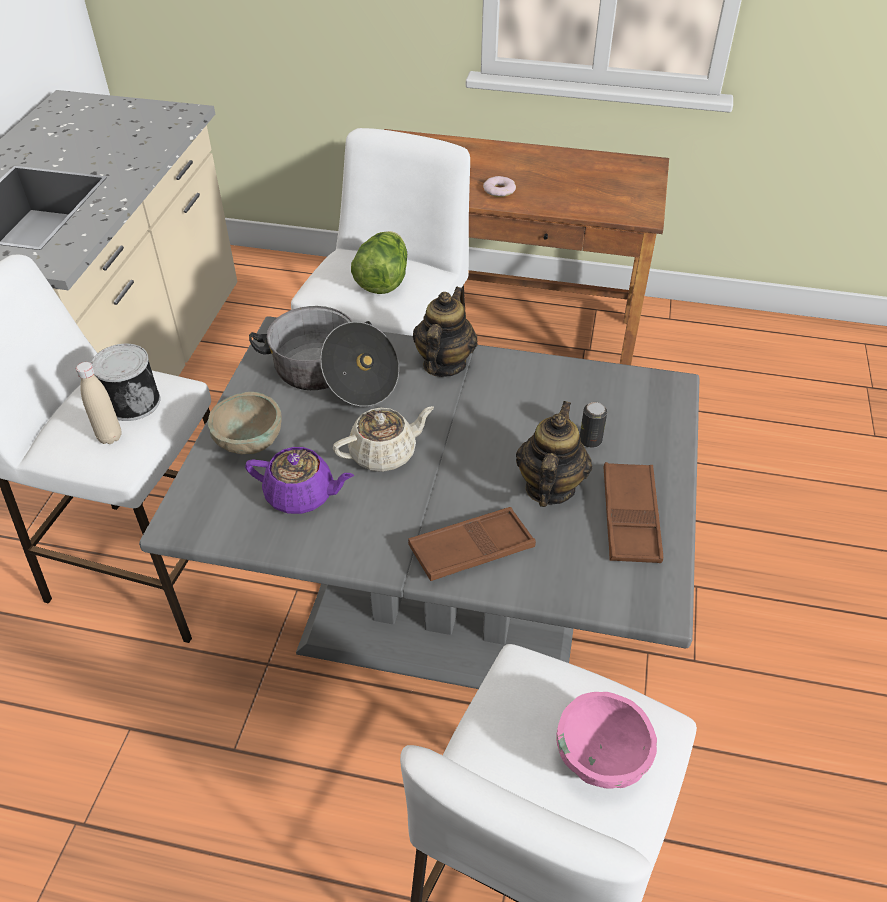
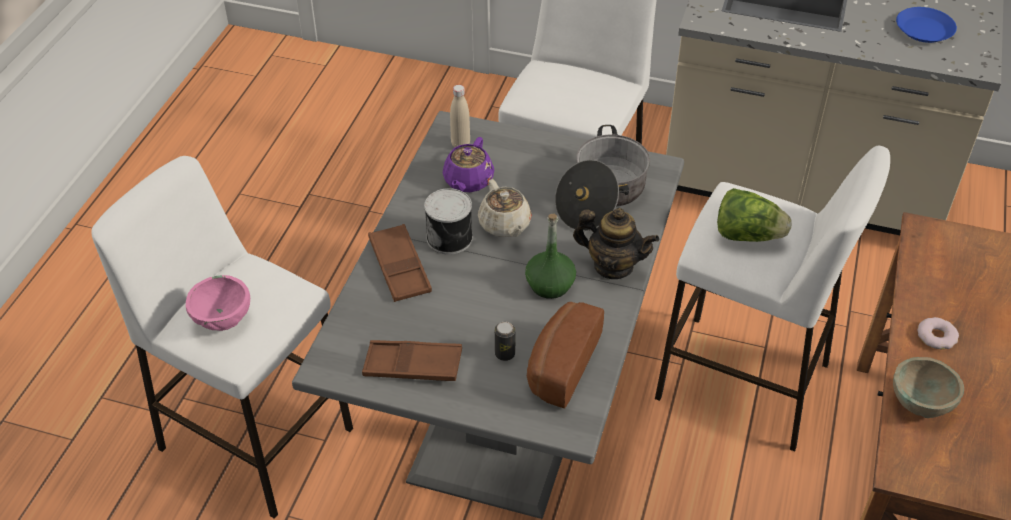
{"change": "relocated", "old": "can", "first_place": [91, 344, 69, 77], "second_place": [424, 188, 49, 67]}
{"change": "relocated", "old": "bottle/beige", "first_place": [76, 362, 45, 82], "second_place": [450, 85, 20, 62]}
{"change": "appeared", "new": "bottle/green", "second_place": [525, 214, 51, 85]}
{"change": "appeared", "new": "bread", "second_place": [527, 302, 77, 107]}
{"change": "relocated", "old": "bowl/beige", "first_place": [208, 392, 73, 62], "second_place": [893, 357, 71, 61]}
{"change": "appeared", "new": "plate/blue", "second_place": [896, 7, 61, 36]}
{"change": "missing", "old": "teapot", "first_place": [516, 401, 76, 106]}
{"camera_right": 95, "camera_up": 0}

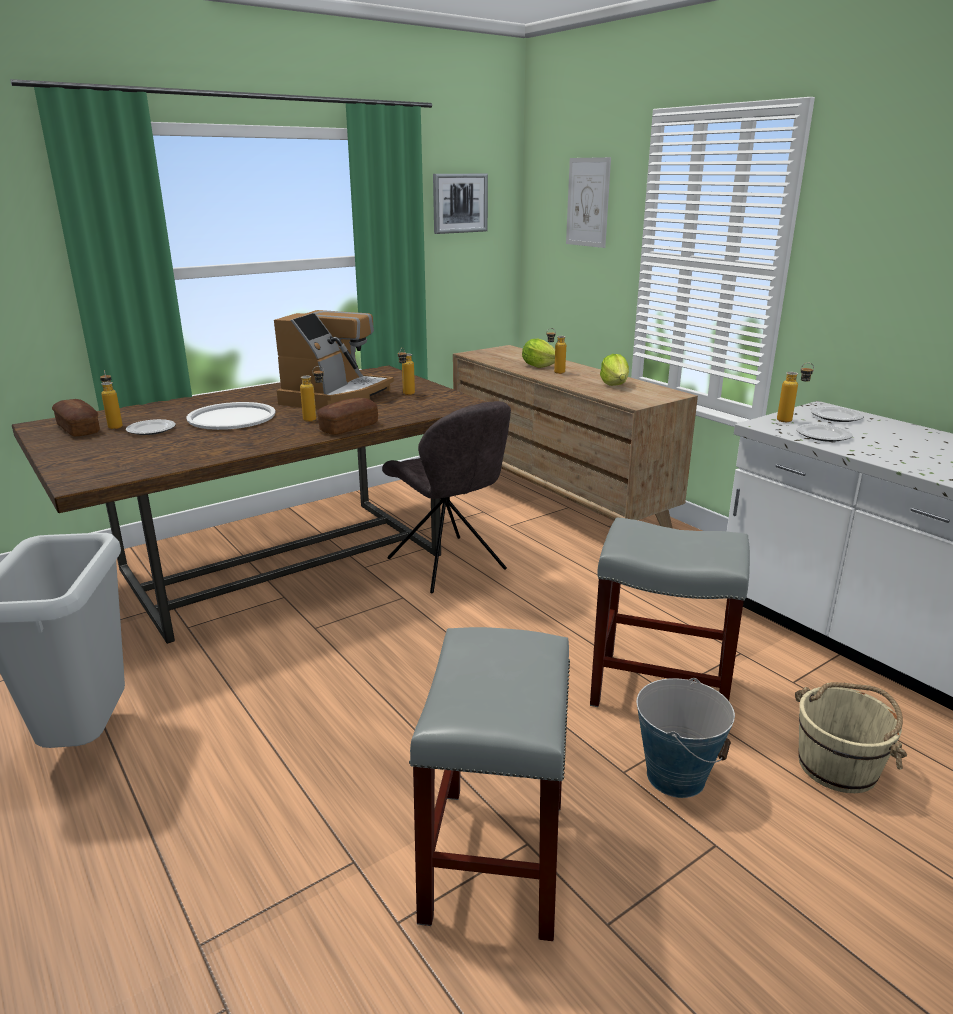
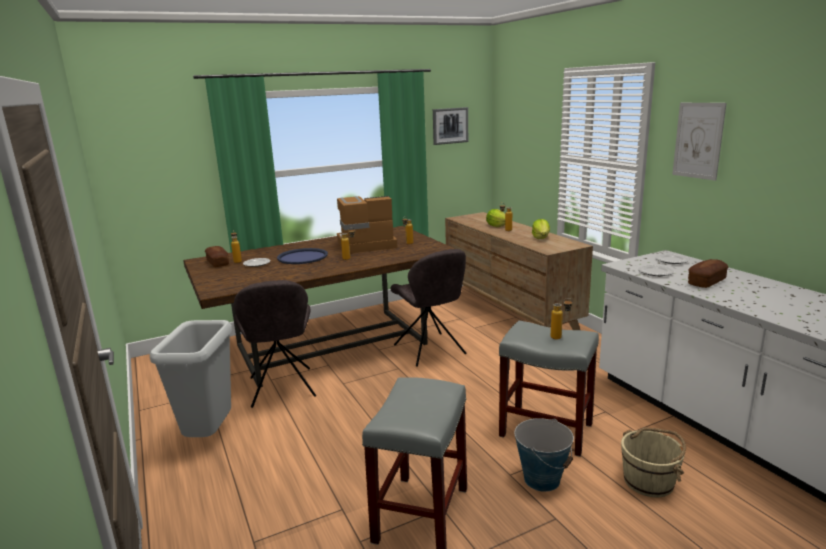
{"change": "appeared", "new": "chair/grey", "second_place": [233, 280, 83, 128]}
{"change": "colour", "old": "tray/white", "new": "tray/blue", "first_place": [186, 402, 89, 28], "second_place": [277, 248, 51, 16]}
{"change": "spun", "old": "coffee machine", "first_place": [274, 310, 120, 99], "second_place": [337, 196, 60, 57], "degrees": -135}
{"change": "relocated", "old": "bottle", "first_place": [777, 363, 37, 59], "second_place": [551, 298, 22, 41]}
{"change": "relocated", "old": "picture", "first_place": [566, 157, 45, 91], "second_place": [672, 103, 55, 78]}
{"change": "relocated", "old": "bread", "first_place": [317, 398, 61, 37], "second_place": [688, 259, 40, 29]}
{"camera_right": 10, "camera_up": -5}

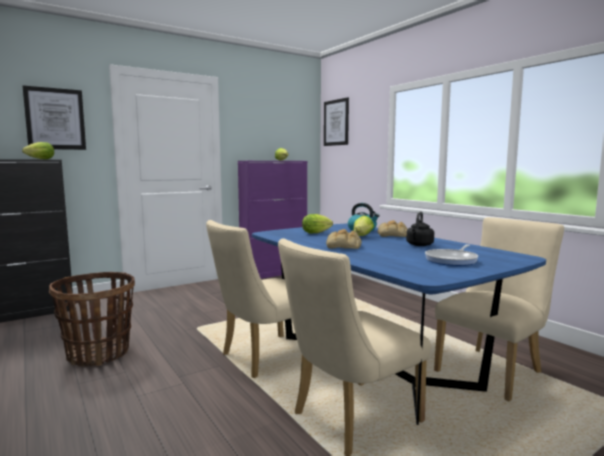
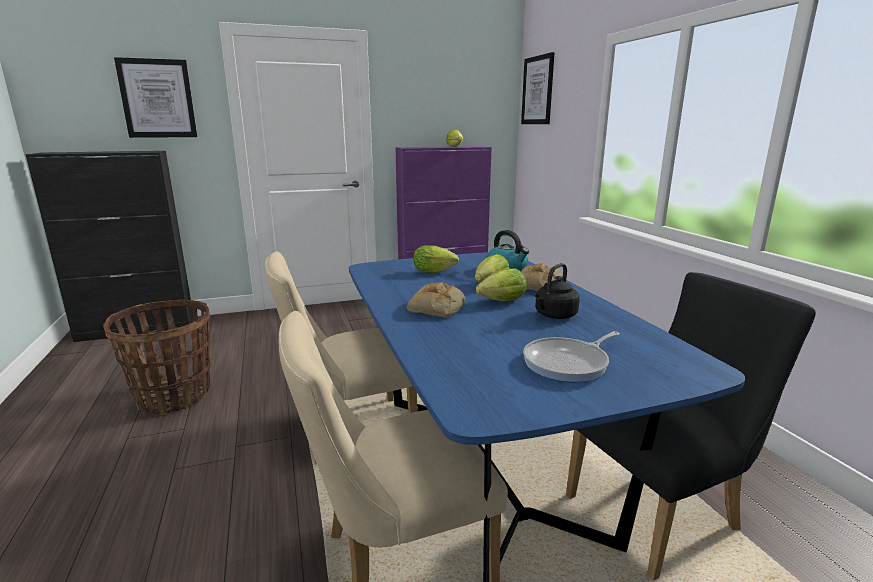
{"change": "relocated", "old": "lettuce", "first_place": [22, 142, 32, 17], "second_place": [476, 268, 51, 33]}
{"change": "colour", "old": "chair/beige", "new": "chair/black", "first_place": [434, 217, 130, 185], "second_place": [566, 272, 250, 309]}
{"camera_right": 15, "camera_up": 10}

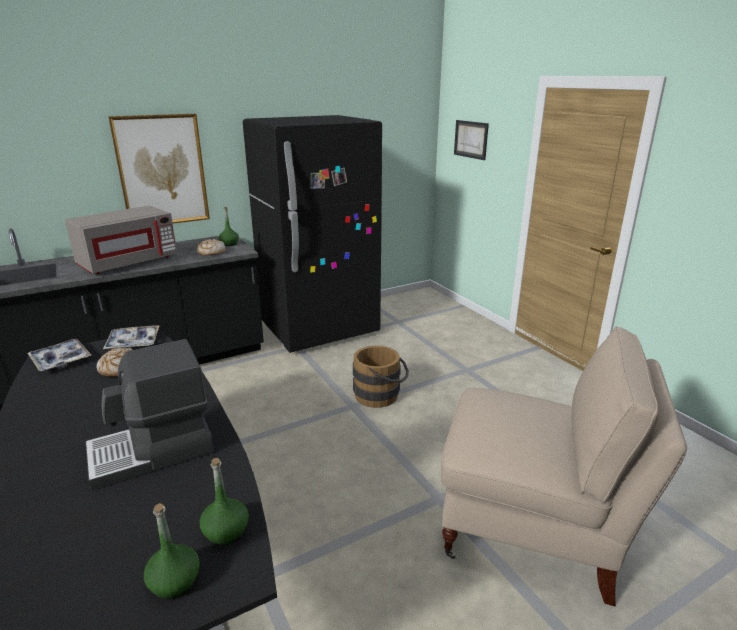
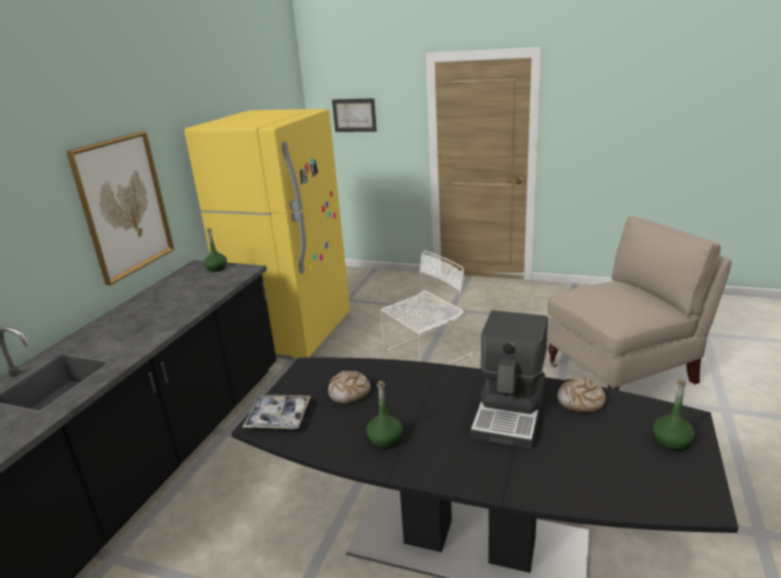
{"change": "colour", "old": "fridge/black", "new": "fridge/yellow", "first_place": [243, 115, 139, 238], "second_place": [184, 109, 166, 251]}
{"change": "relocated", "old": "bottle/green", "first_place": [200, 458, 49, 88], "second_place": [367, 381, 36, 68]}
{"change": "exchanged", "old": "bucket/brown", "new": "chair/white", "first_place": [353, 346, 56, 62], "second_place": [380, 250, 94, 115]}
{"change": "relocated", "old": "bread", "first_place": [197, 239, 29, 17], "second_place": [557, 377, 49, 35]}
{"change": "missing", "old": "microwave/grey", "first_place": [65, 206, 112, 68]}
{"change": "missing", "old": "tray", "first_place": [103, 325, 57, 24]}
{"camera_right": -40, "camera_up": 0}

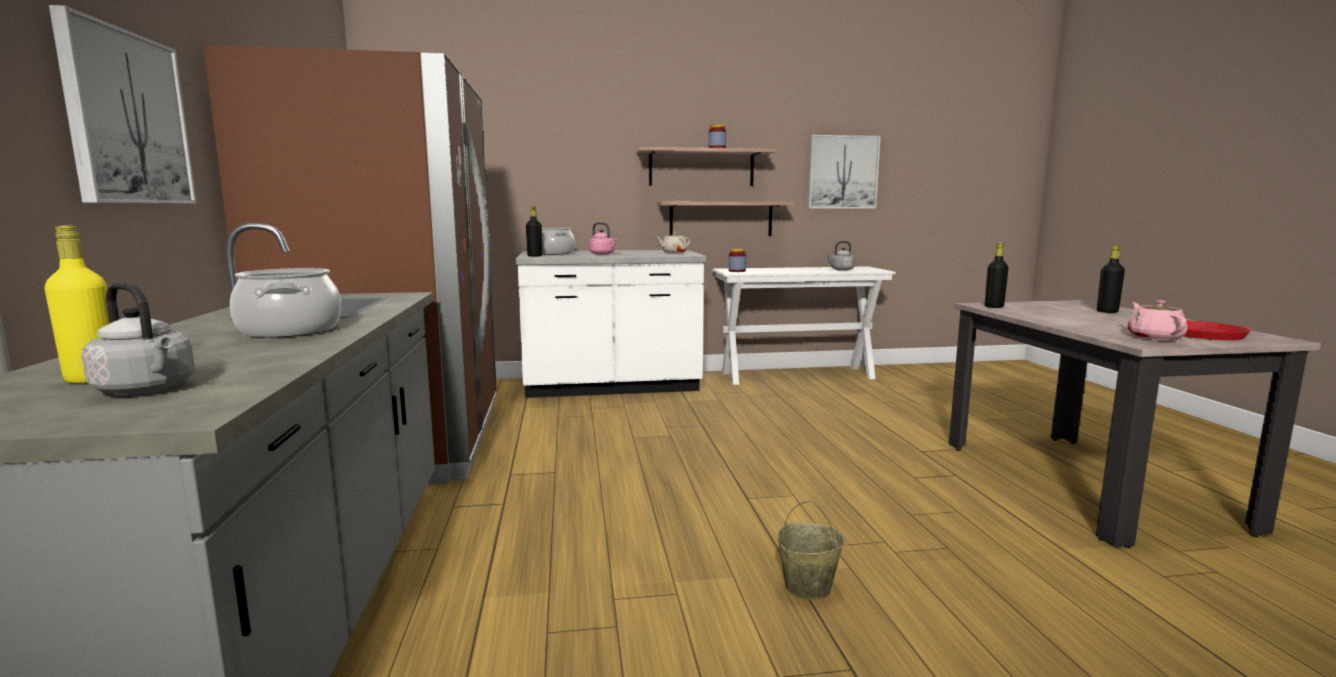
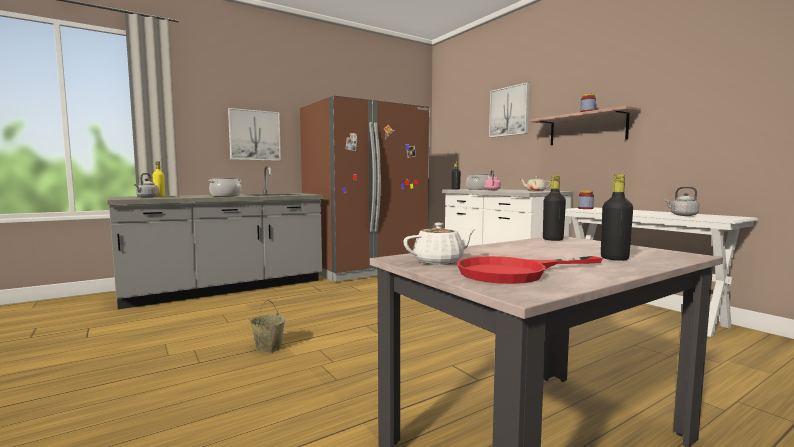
{"change": "colour", "old": "teapot/pink", "new": "teapot/white", "first_place": [1128, 300, 59, 41], "second_place": [403, 222, 73, 43]}
{"change": "relocated", "old": "picture", "first_place": [808, 135, 73, 74], "second_place": [489, 82, 41, 56]}
{"change": "missing", "old": "shelf", "first_place": [657, 202, 137, 34]}
{"camera_right": 65, "camera_up": -5}

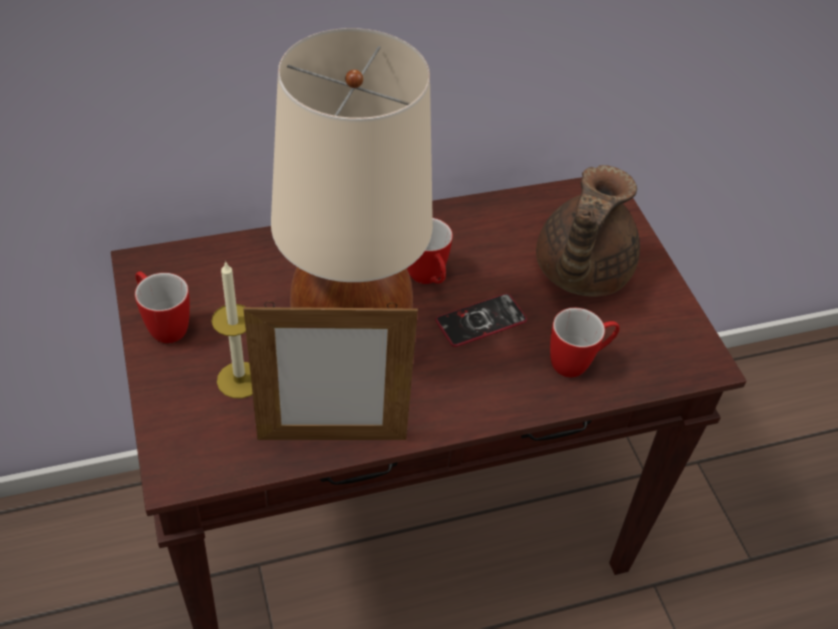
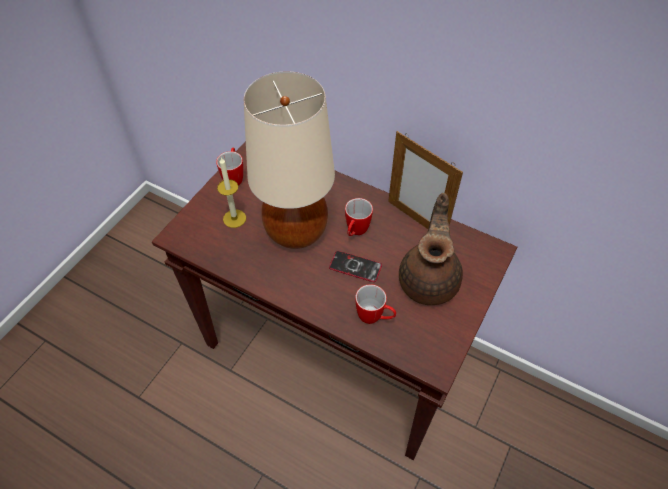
{"change": "relocated", "old": "picture frame", "first_place": [244, 301, 174, 139], "second_place": [388, 131, 75, 98]}
{"change": "spun", "old": "teapot/brown", "first_place": [536, 165, 104, 132], "second_place": [399, 193, 64, 112], "degrees": 120}
{"camera_right": 50, "camera_up": 5}

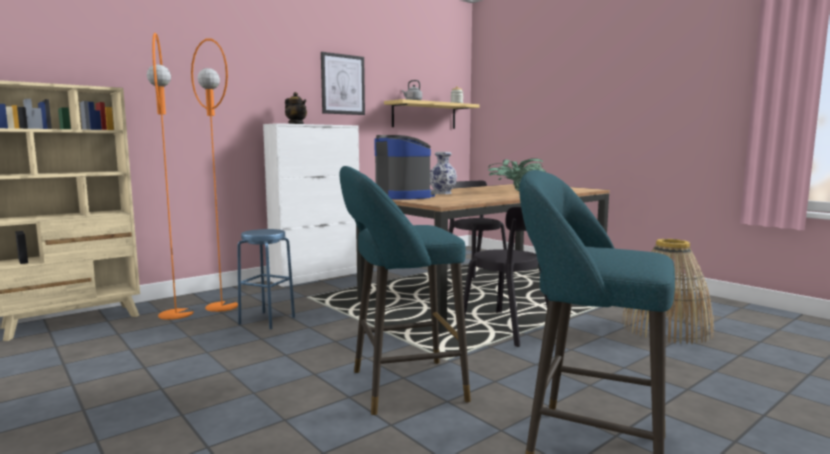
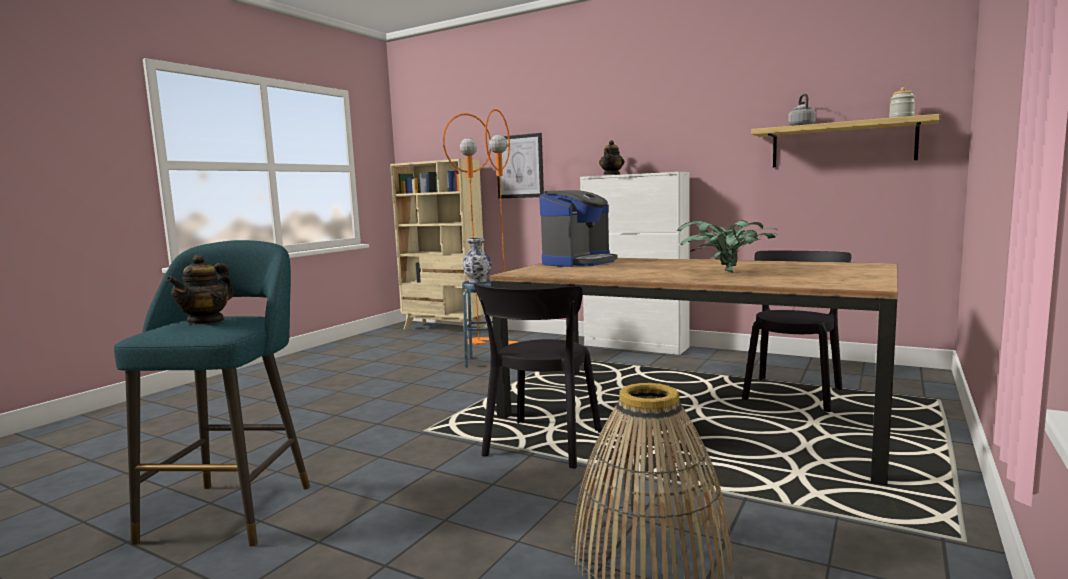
{"change": "appeared", "new": "teapot", "second_place": [166, 254, 68, 71]}
{"change": "relocated", "old": "vase", "first_place": [430, 152, 27, 42], "second_place": [463, 238, 28, 45]}
{"change": "relocated", "old": "picture", "first_place": [321, 52, 44, 63], "second_place": [497, 133, 47, 66]}
{"change": "missing", "old": "stool/turquoise", "first_place": [339, 166, 132, 249]}
{"camera_right": 70, "camera_up": 0}

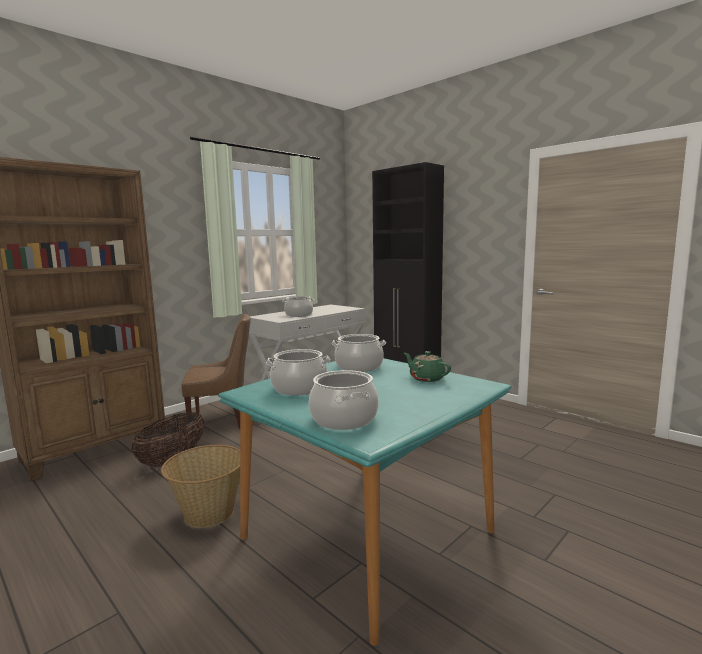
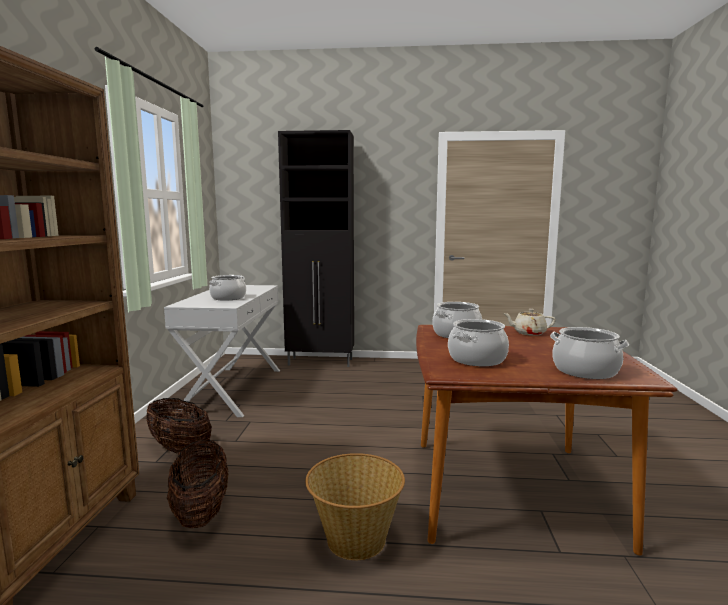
{"change": "exchanged", "old": "chair/brown", "new": "basket", "first_place": [181, 314, 70, 115], "second_place": [147, 398, 65, 56]}
{"change": "colour", "old": "dining table/turquoise", "new": "dining table/brown", "first_place": [218, 358, 294, 288], "second_place": [416, 325, 262, 230]}
{"change": "colour", "old": "teapot/green", "new": "teapot/beige", "first_place": [404, 351, 47, 31], "second_place": [503, 309, 53, 27]}
{"camera_right": -40, "camera_up": 0}

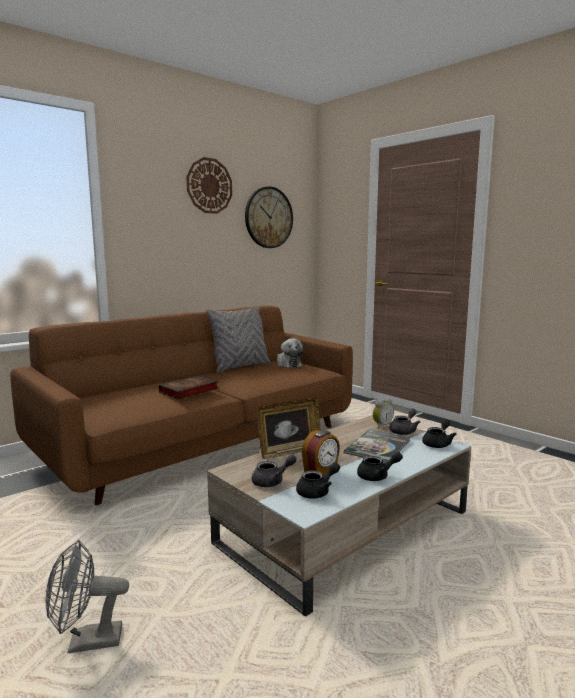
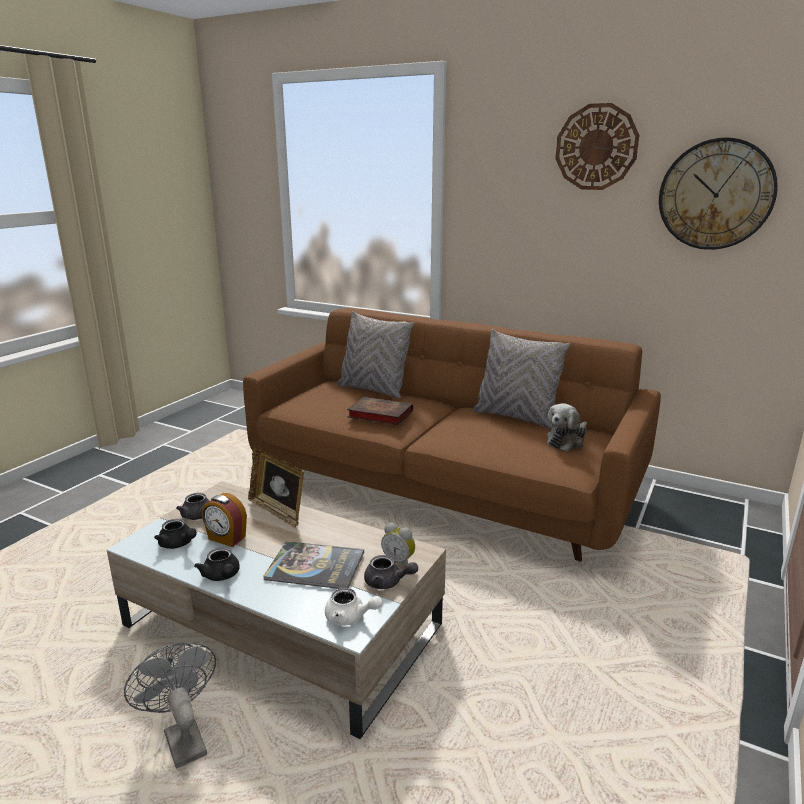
{"change": "relocated", "old": "fan/grey", "first_place": [45, 540, 84, 113], "second_place": [124, 643, 92, 126]}
{"change": "colour", "old": "teapot/black", "new": "teapot/white", "first_place": [422, 419, 34, 29], "second_place": [325, 588, 57, 38]}
{"change": "appeared", "new": "pillow/grey", "second_place": [337, 311, 77, 88]}
{"camera_right": 70, "camera_up": 10}

